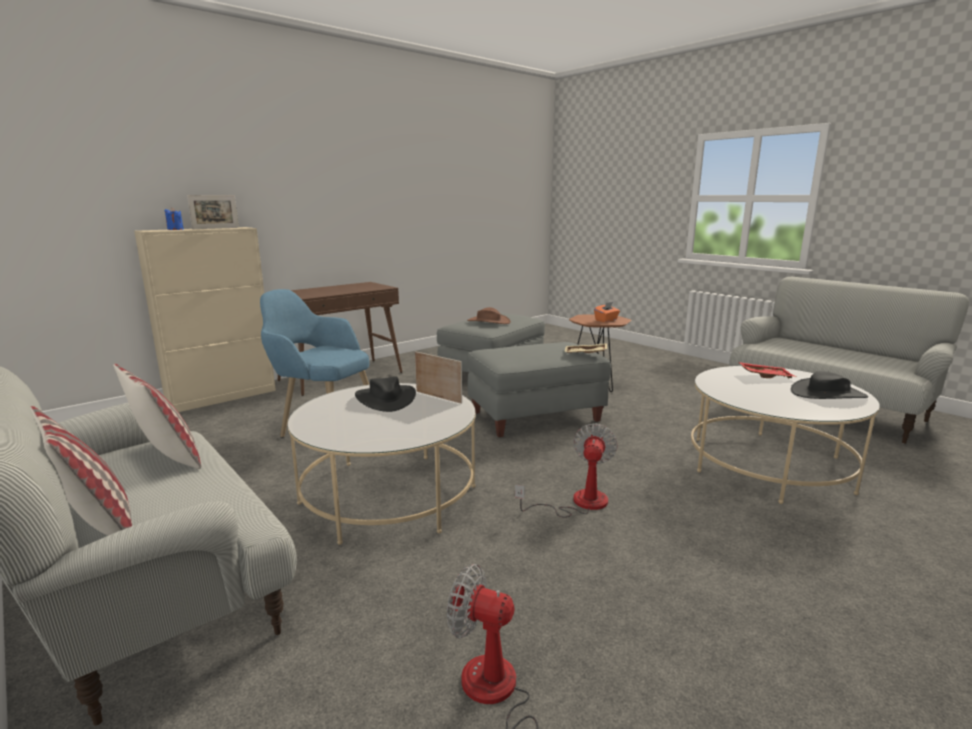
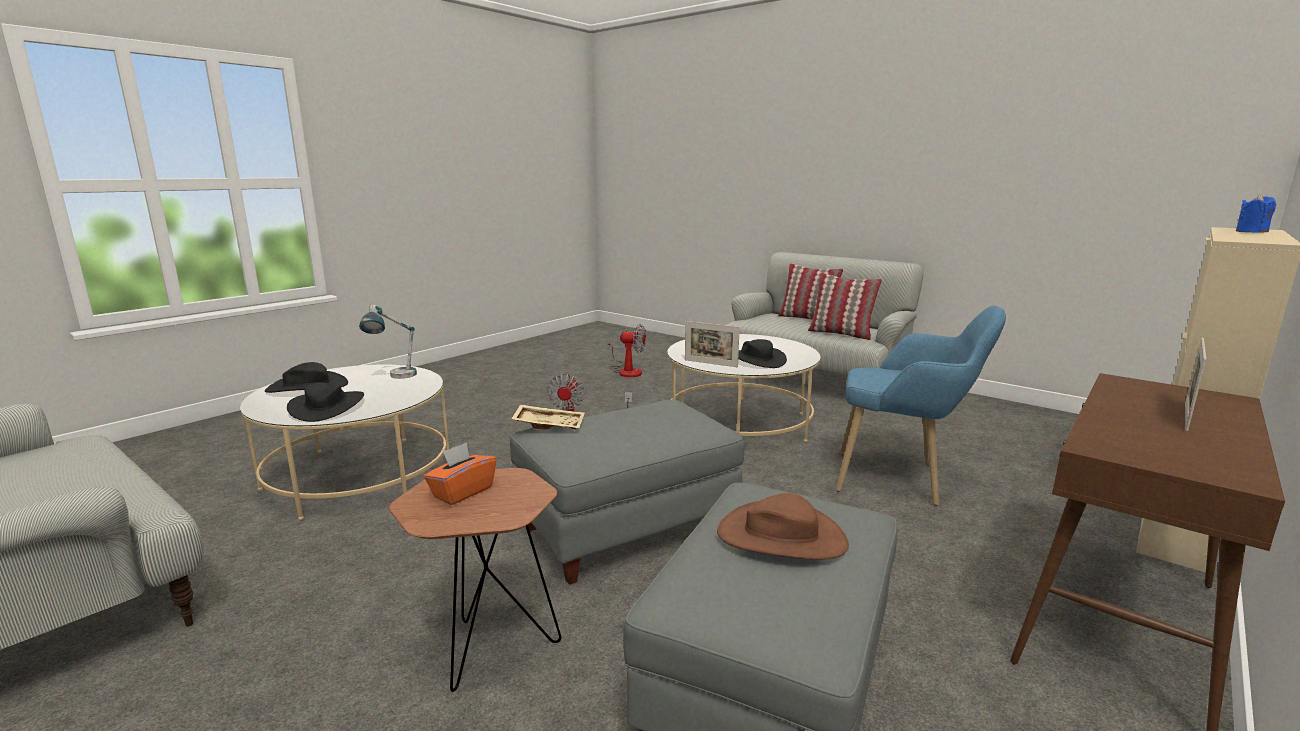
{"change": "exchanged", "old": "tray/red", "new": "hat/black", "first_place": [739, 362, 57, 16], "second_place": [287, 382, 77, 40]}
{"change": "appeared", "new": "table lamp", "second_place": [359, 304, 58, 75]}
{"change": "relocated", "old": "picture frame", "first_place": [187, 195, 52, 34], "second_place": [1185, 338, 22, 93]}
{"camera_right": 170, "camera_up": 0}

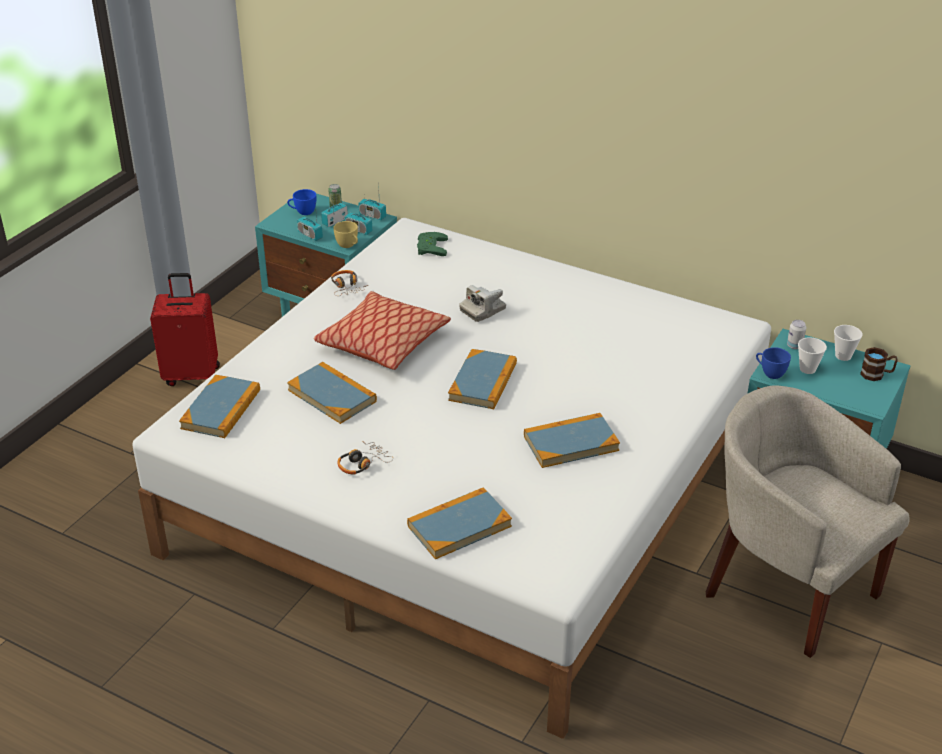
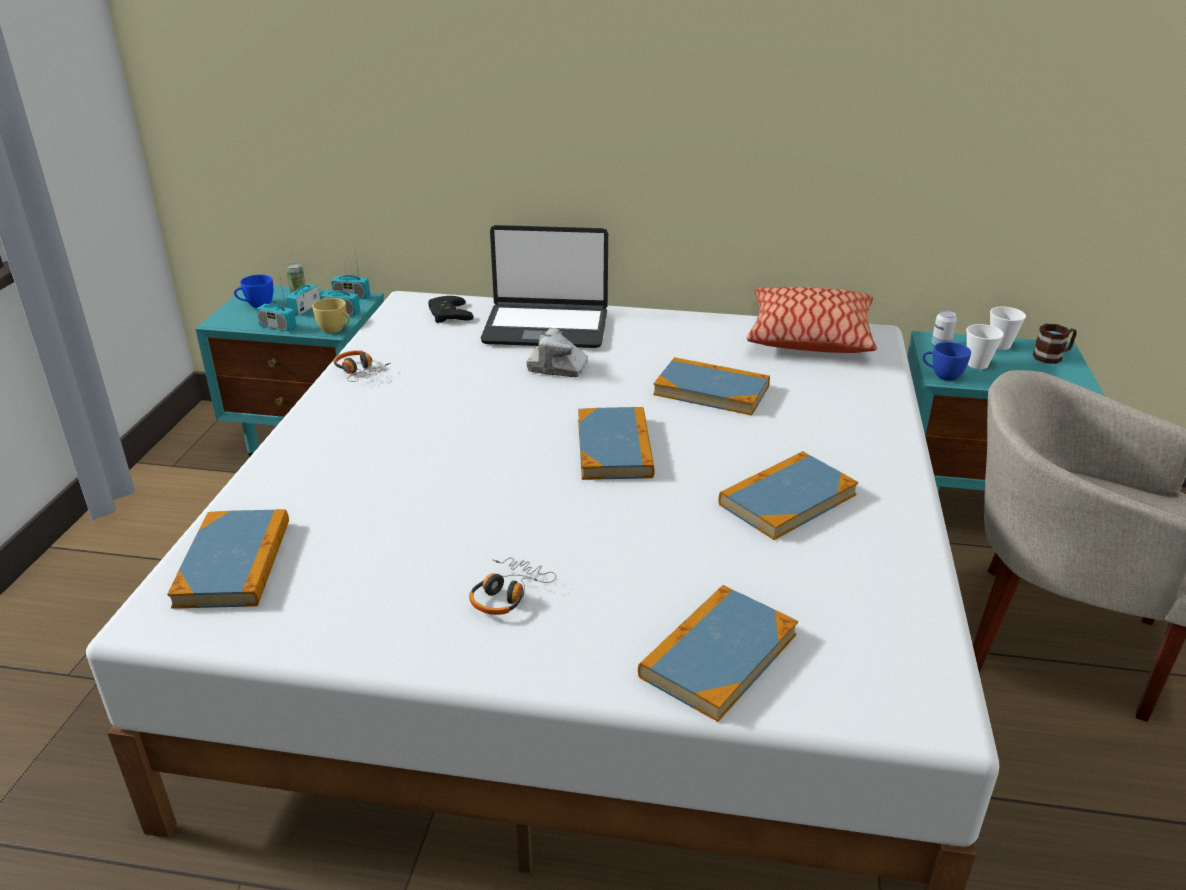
{"change": "colour", "old": "game controller/green", "new": "game controller/black", "first_place": [417, 232, 31, 24], "second_place": [428, 296, 45, 27]}
{"change": "appeared", "new": "laptop", "second_place": [480, 225, 128, 123]}
{"change": "spun", "old": "photo camera", "first_place": [459, 285, 47, 37], "second_place": [526, 328, 62, 49], "degrees": 75}
{"change": "relocated", "old": "book", "first_place": [287, 362, 90, 62], "second_place": [653, 357, 117, 58]}
{"change": "relocated", "old": "pillow", "first_place": [314, 291, 137, 79], "second_place": [747, 287, 130, 66]}
{"change": "missing", "old": "suitcase/red", "first_place": [150, 273, 70, 113]}
{"camera_right": -20, "camera_up": -5}

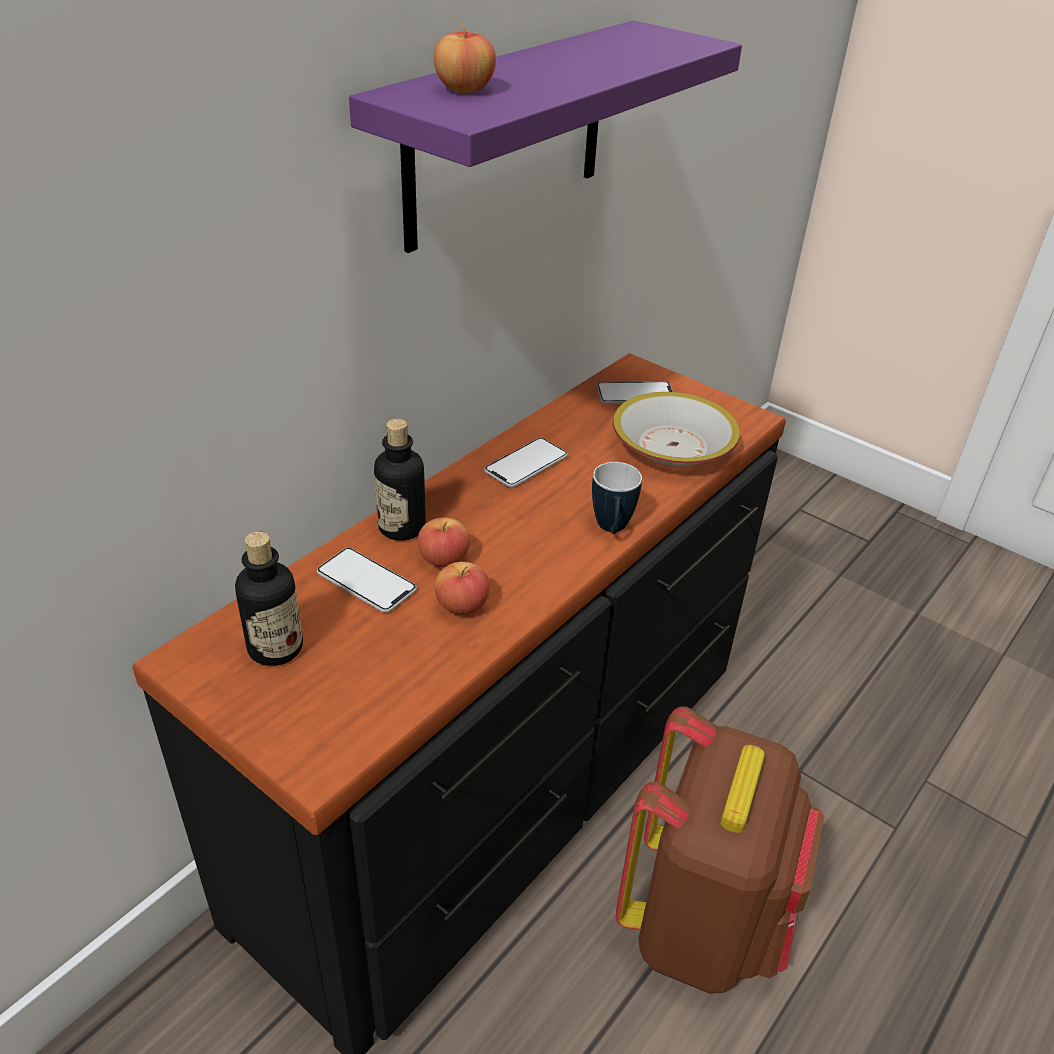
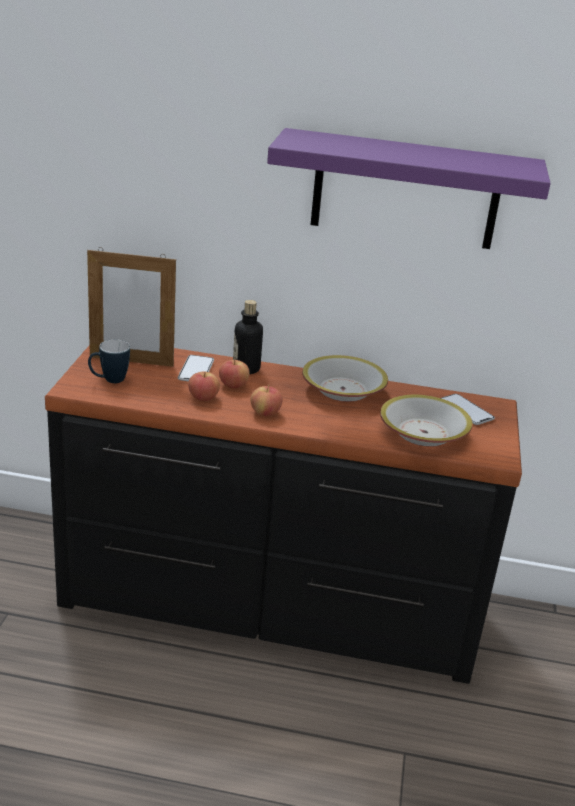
{"change": "exchanged", "old": "bottle", "new": "picture frame", "first_place": [235, 531, 68, 135], "second_place": [87, 247, 89, 120]}
{"change": "relocated", "old": "mug", "first_place": [592, 462, 50, 72], "second_place": [88, 339, 42, 44]}
{"change": "relocated", "old": "apple", "first_place": [434, 22, 62, 71], "second_place": [250, 384, 32, 32]}
{"change": "exchanged", "old": "phone", "new": "bowl", "first_place": [484, 438, 84, 49], "second_place": [302, 355, 86, 47]}
{"change": "missing", "old": "backpack/brown", "first_place": [616, 706, 208, 288]}
{"camera_right": 60, "camera_up": -10}

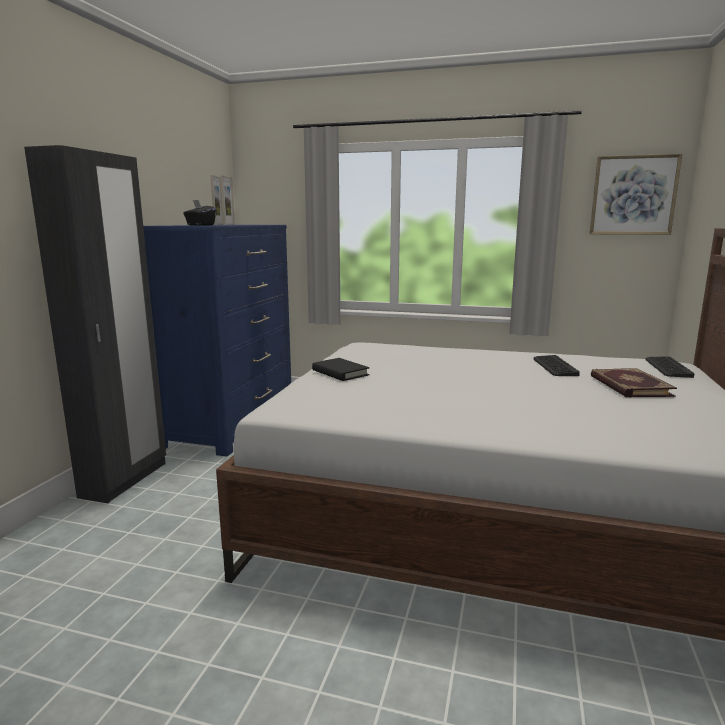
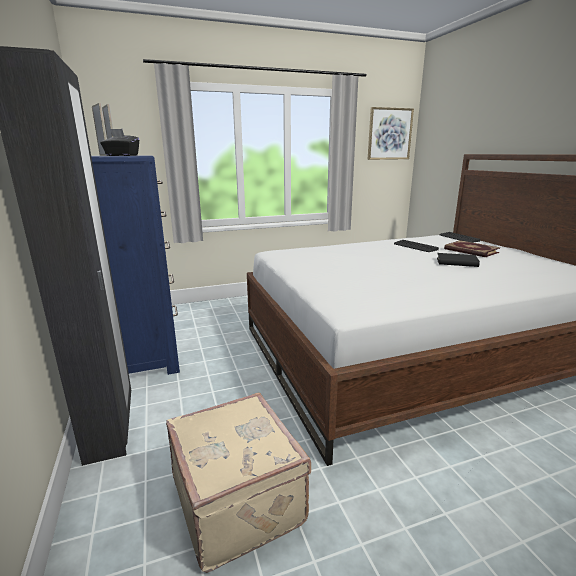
{"change": "appeared", "new": "suitcase/beige", "second_place": [166, 393, 145, 180]}
{"change": "relocated", "old": "book/black", "first_place": [312, 358, 57, 23], "second_place": [437, 253, 43, 14]}
{"camera_right": -35, "camera_up": 5}

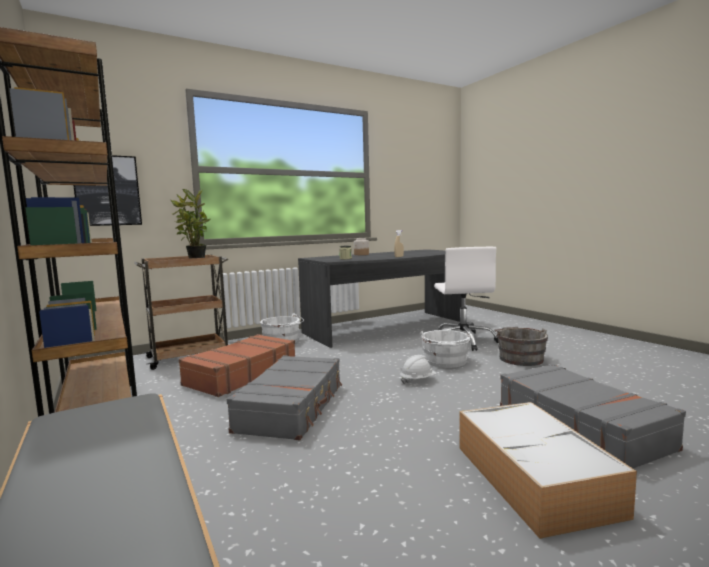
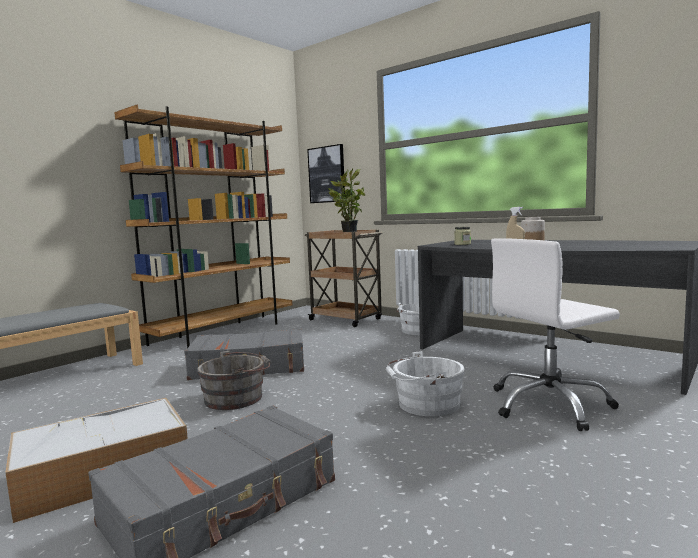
{"change": "relocated", "old": "bucket/grey", "first_place": [494, 327, 54, 39], "second_place": [197, 351, 74, 59]}
{"change": "missing", "old": "suitcase/brown", "first_place": [179, 334, 116, 63]}
{"change": "missing", "old": "hard hat/white", "first_place": [400, 355, 37, 29]}
{"camera_right": 70, "camera_up": 0}

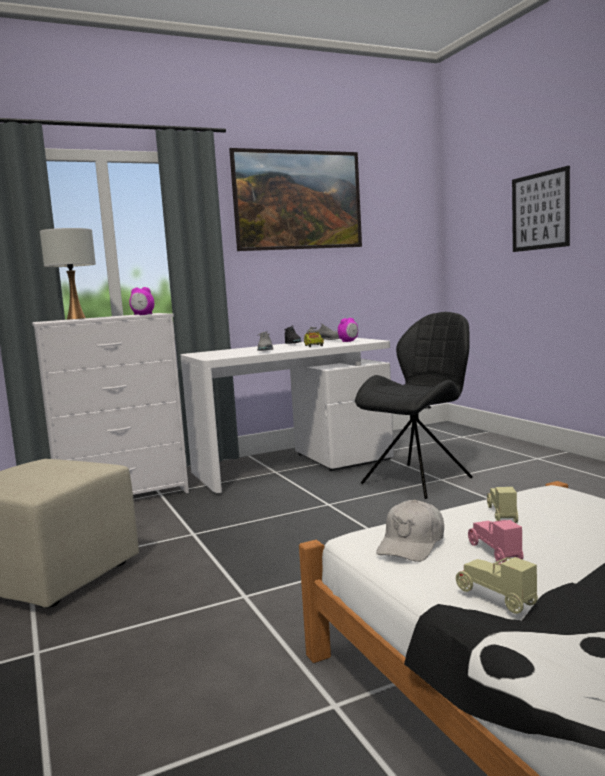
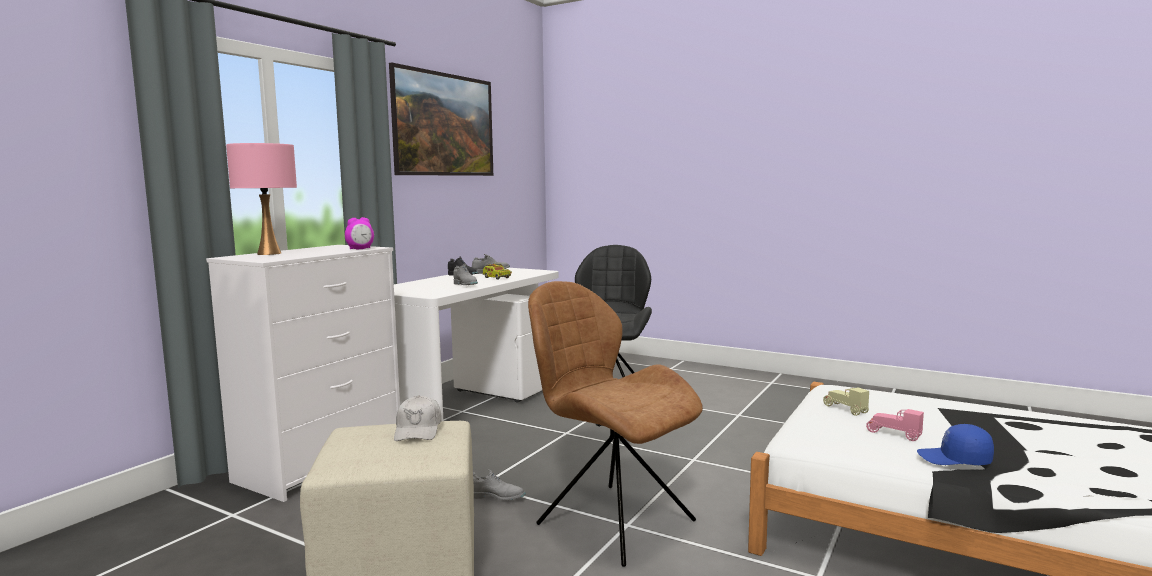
{"change": "colour", "old": "table lamp/white", "new": "table lamp/pink", "first_place": [40, 228, 56, 92], "second_place": [226, 143, 71, 112]}
{"change": "relocated", "old": "cap/white", "first_place": [376, 500, 68, 62], "second_place": [394, 395, 48, 46]}
{"change": "appeared", "new": "shoe/grey", "second_place": [473, 469, 53, 31]}
{"change": "appeared", "new": "chair/brown", "second_place": [528, 281, 175, 286]}
{"change": "exchanged", "old": "toy car/beige", "new": "cap/blue", "first_place": [456, 557, 82, 57], "second_place": [917, 424, 77, 41]}
{"change": "missing", "old": "alarm clock", "first_place": [338, 318, 20, 24]}
{"change": "missing", "old": "picture", "first_place": [512, 166, 58, 86]}
{"camera_right": -35, "camera_up": 0}

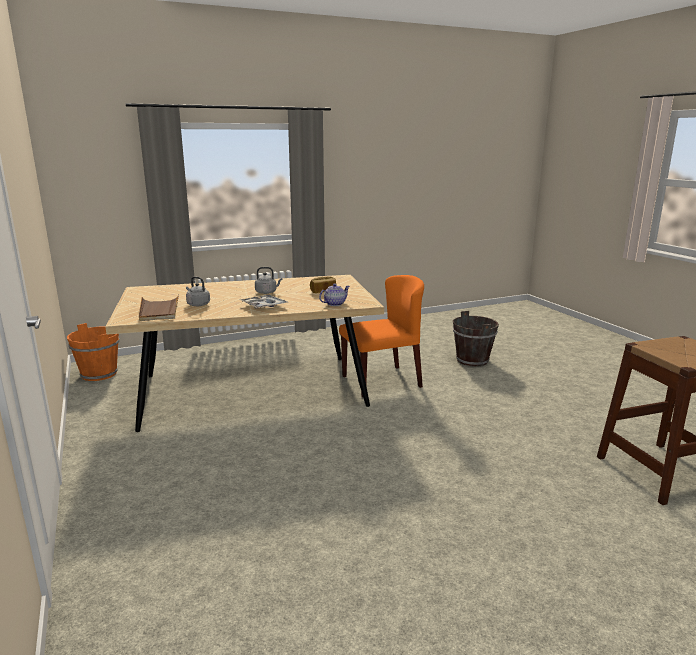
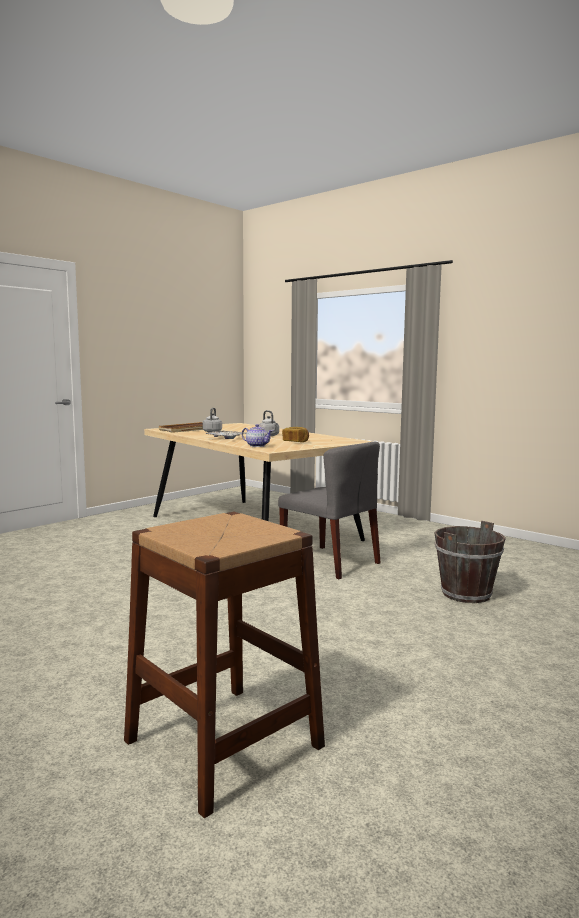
{"change": "colour", "old": "chair/orange", "new": "chair/grey", "first_place": [339, 275, 85, 122], "second_place": [278, 442, 103, 137]}
{"change": "missing", "old": "bucket/orange", "first_place": [67, 323, 52, 58]}
{"camera_right": 65, "camera_up": -10}

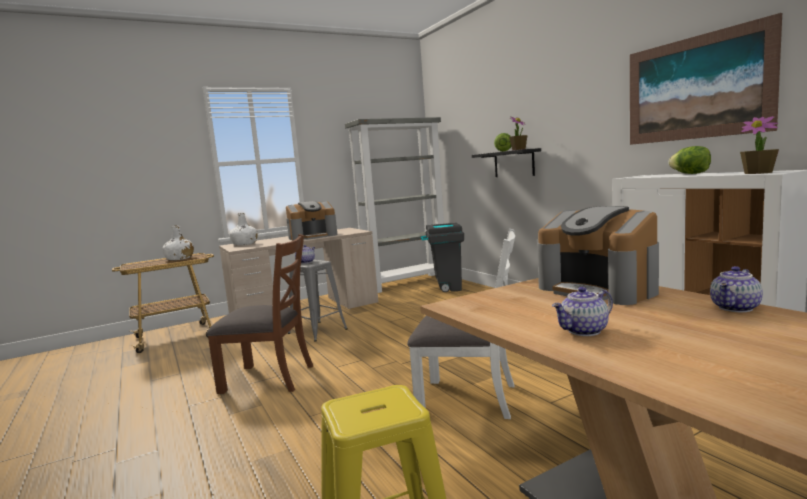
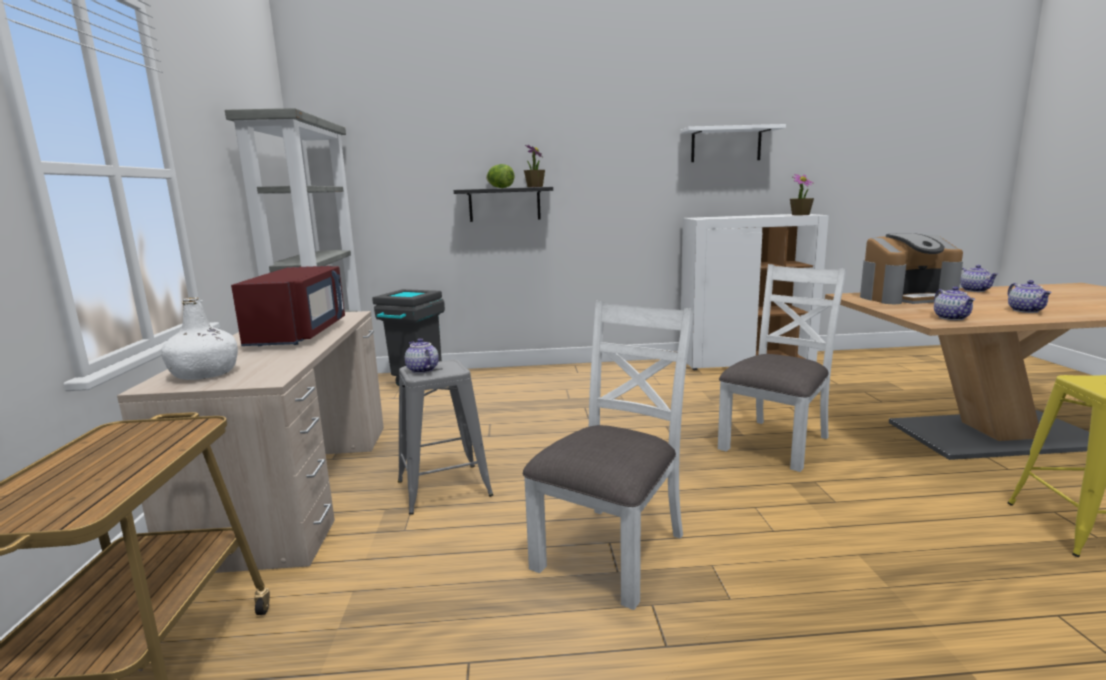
{"change": "exchanged", "old": "coffee machine", "new": "microwave/red", "first_place": [286, 201, 51, 39], "second_place": [231, 266, 114, 80]}
{"change": "colour", "old": "chair/brown", "new": "chair/white", "first_place": [207, 234, 106, 160], "second_place": [522, 301, 172, 309]}
{"change": "exchanged", "old": "picture", "new": "shelf/white", "first_place": [630, 13, 152, 132], "second_place": [680, 124, 106, 38]}
{"change": "appeared", "new": "teapot", "second_place": [934, 287, 41, 33]}
{"change": "missing", "old": "bottle/white", "first_place": [163, 225, 31, 35]}
{"change": "missing", "old": "lettuce", "first_place": [669, 146, 42, 28]}
{"camera_right": -65, "camera_up": 5}

